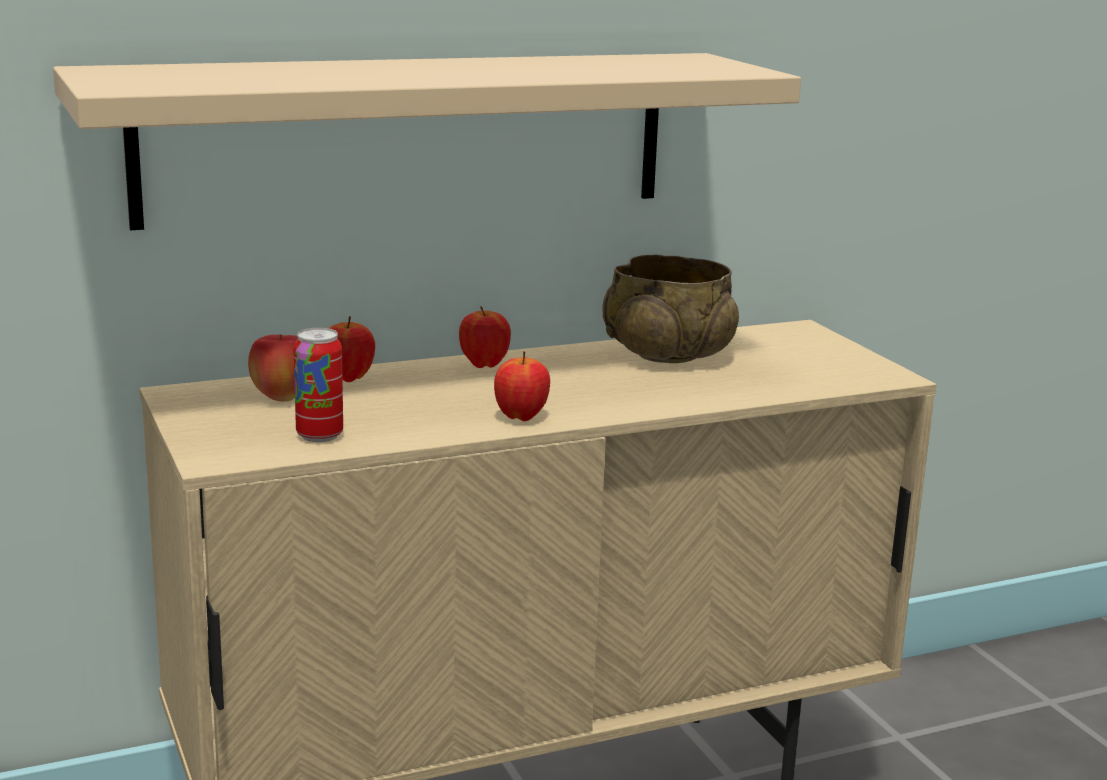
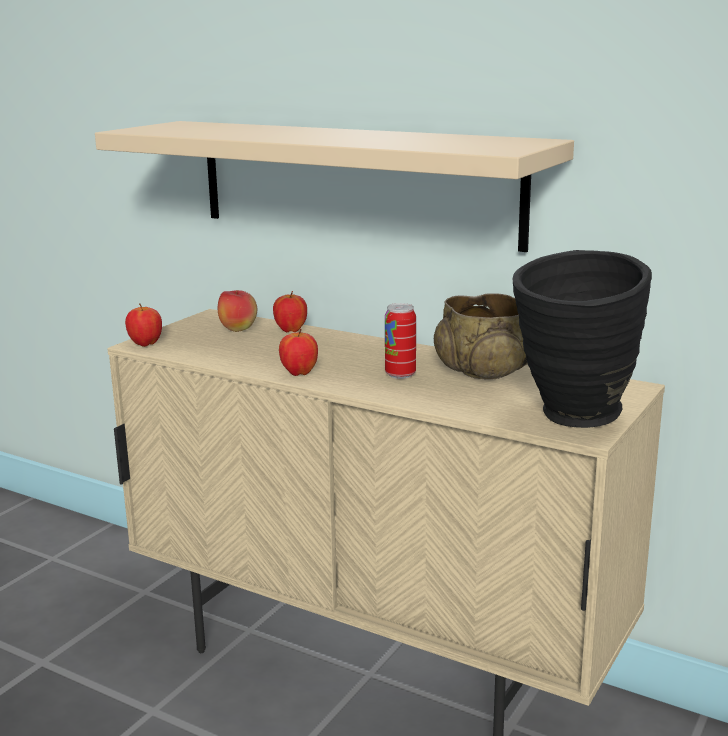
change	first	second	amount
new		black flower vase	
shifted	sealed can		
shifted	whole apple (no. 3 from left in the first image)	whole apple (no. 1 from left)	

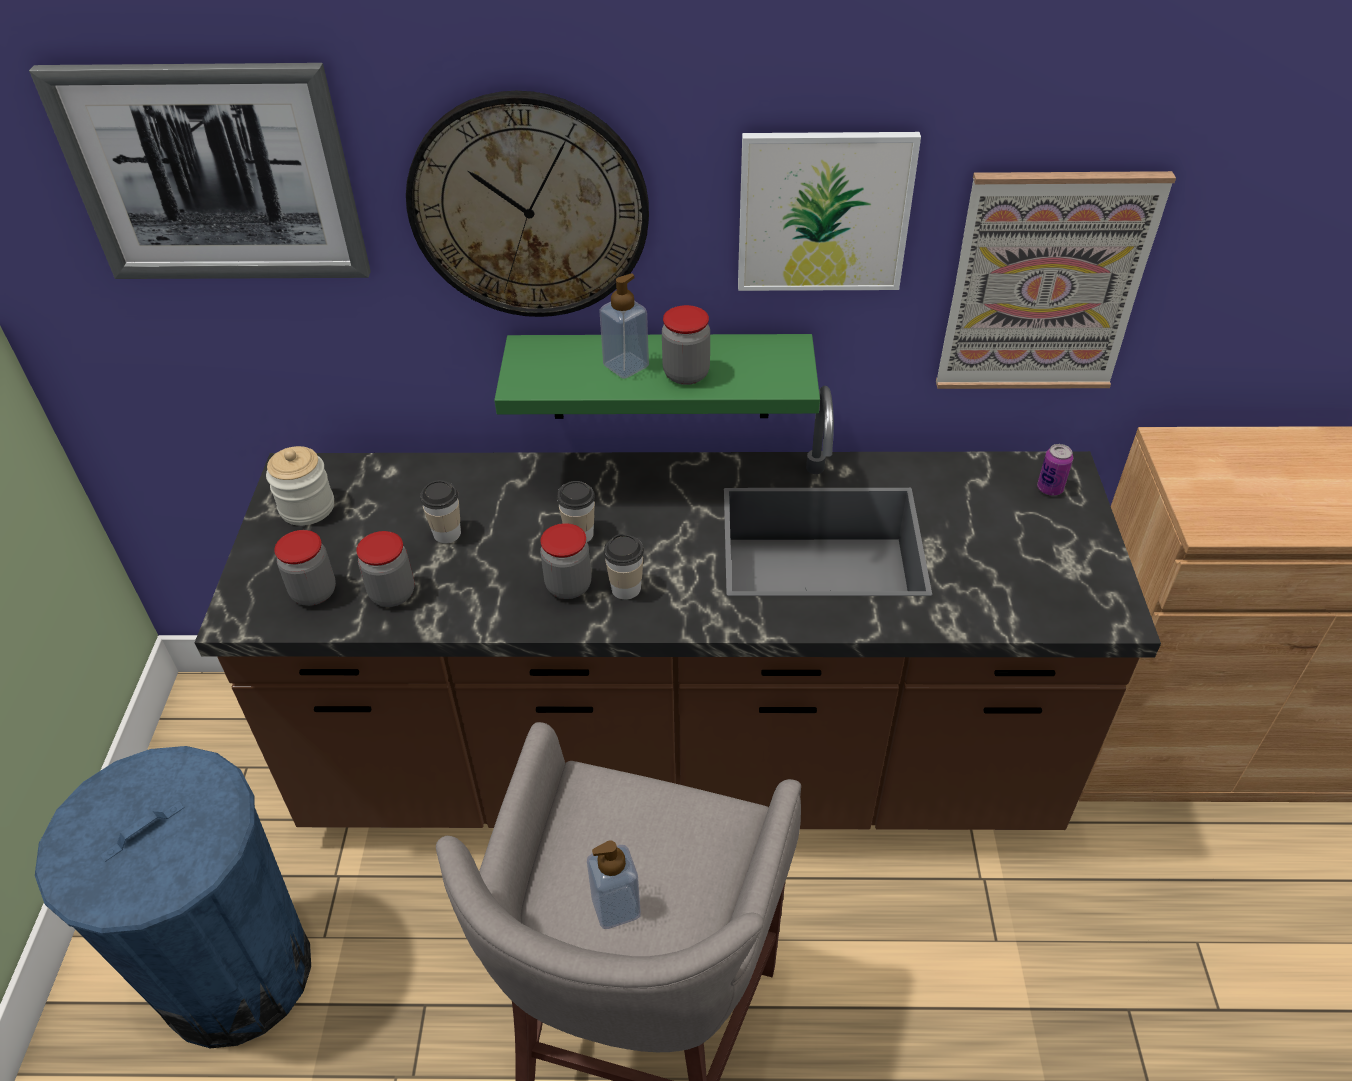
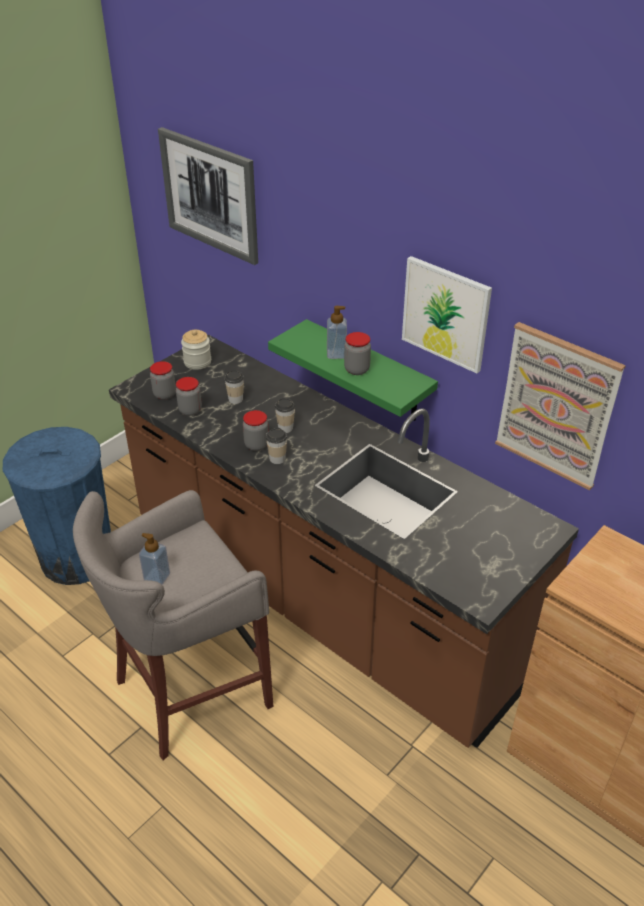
change	first	second	amount
gone	hanging clock		
gone	sealed can		

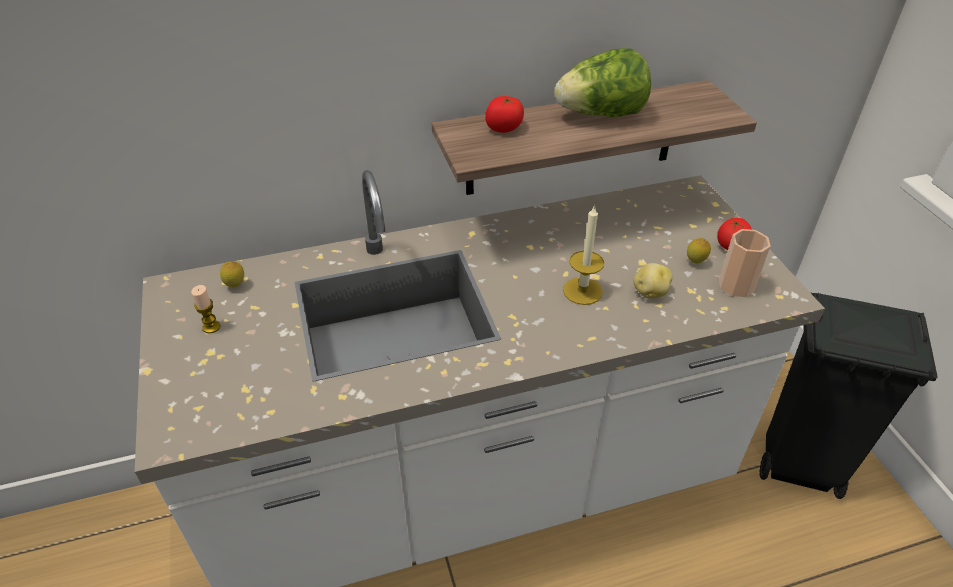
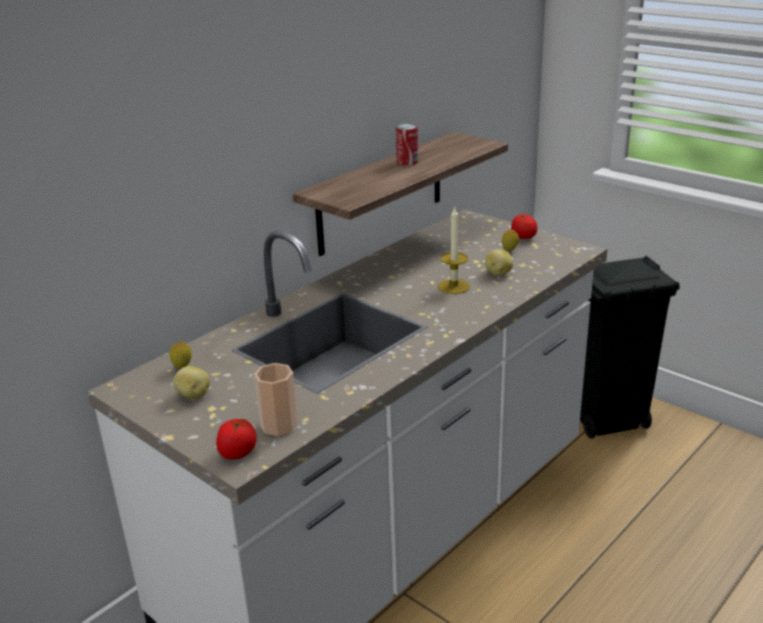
change	first	second	amount
shifted	fresh tomato (no. 1 from left)		
shifted	cup		
swapped	wax candle (no. 1 from left)	potato (no. 1 from left)	
swapped	lettuce	sealed can	

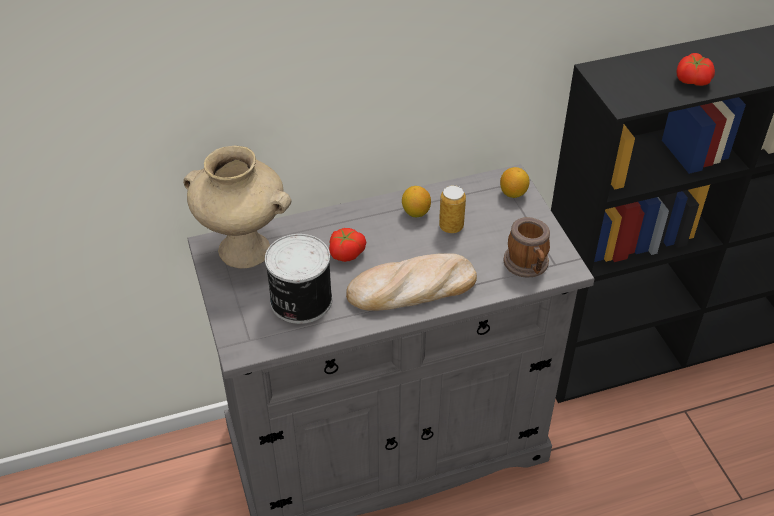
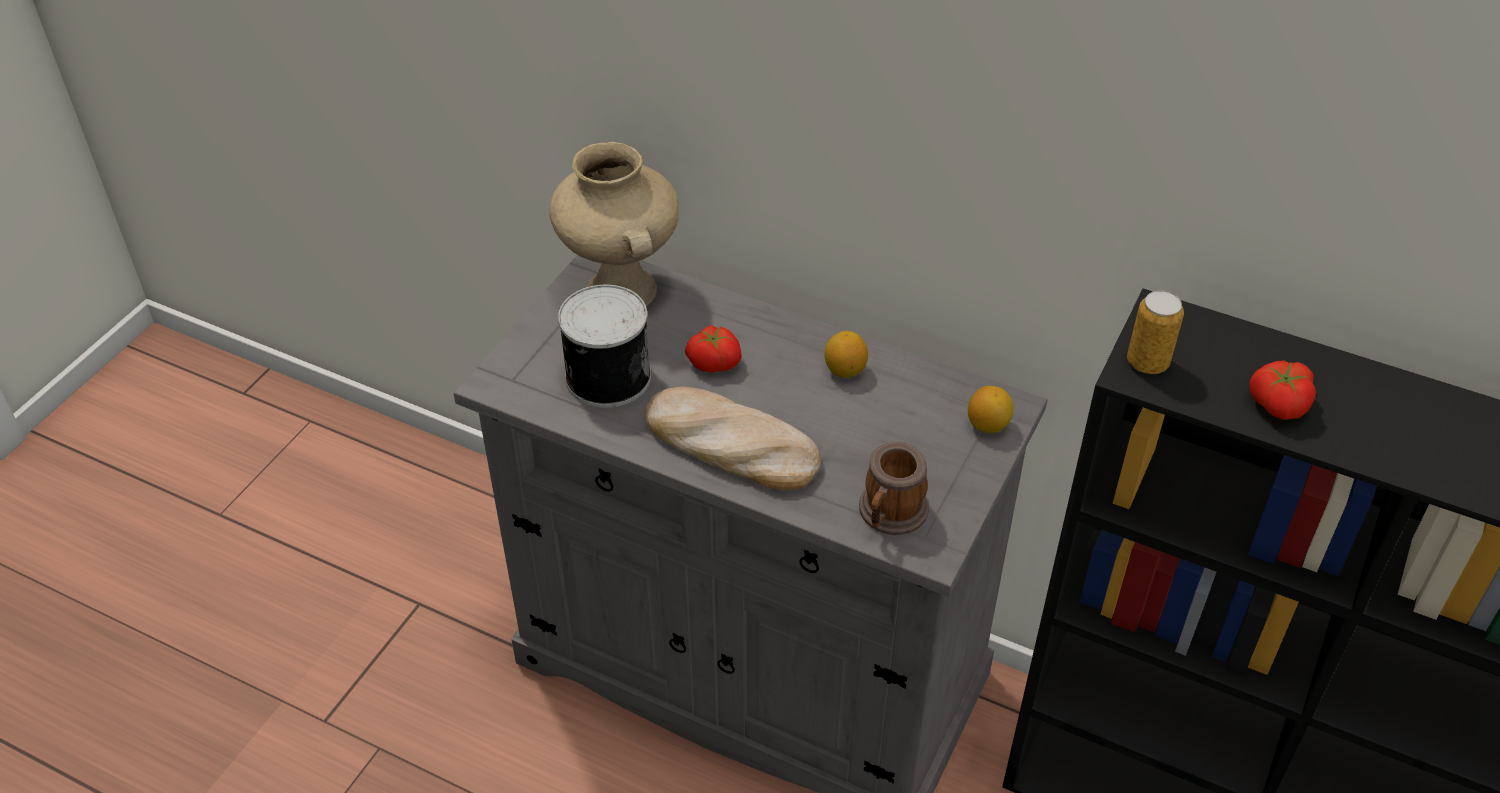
change	first	second	amount
shifted	sealed can (no. 2 from left)		

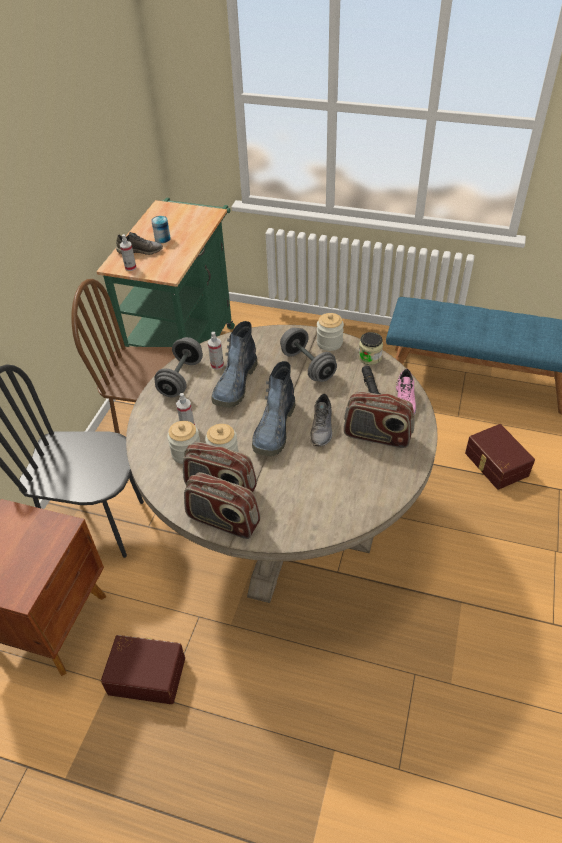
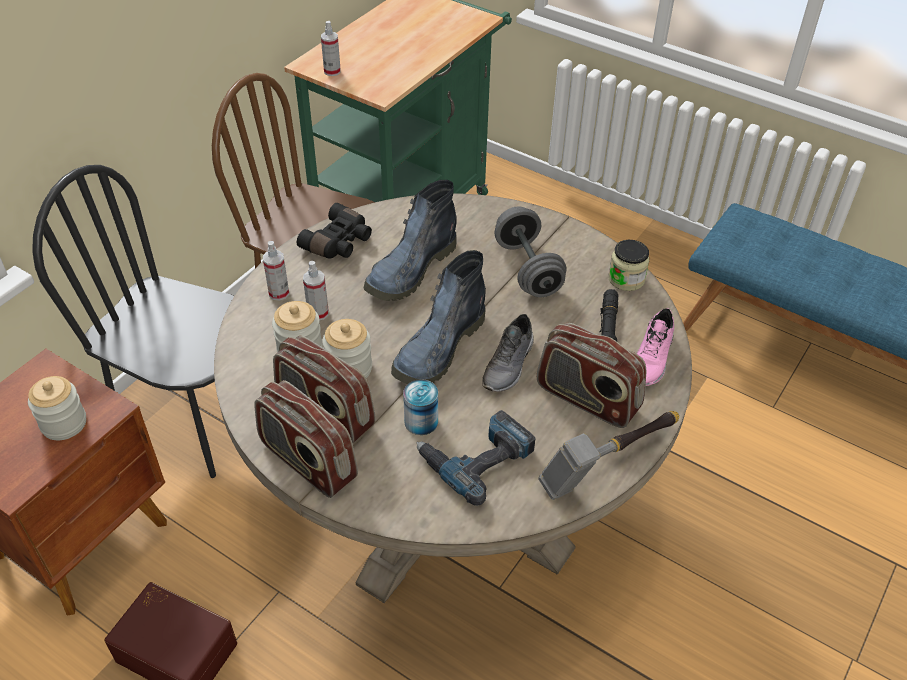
change	first	second	amount
gone	gray low shoe (no. 1 from left)		
gone	brown storage bin (no. 2 from left)		
new		power drill	
new		hand hammer	
shifted	sealed can		
shifted	spray bottle (no. 3 from left in the first image)	spray bottle (no. 1 from left)	
shifted	preserve jar (no. 3 from left in the first image)	preserve jar (no. 1 from left)	
swapped	gray free weight (no. 1 from left)	black field glasses	

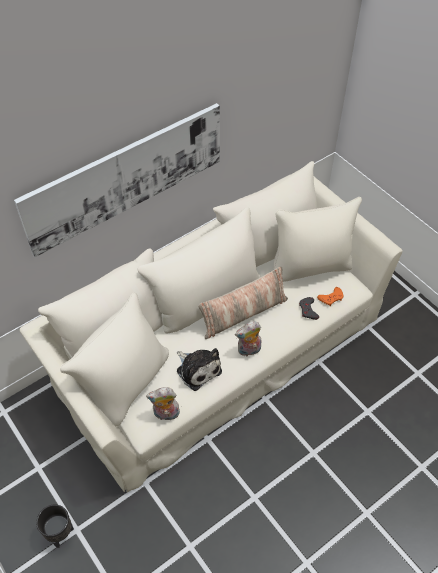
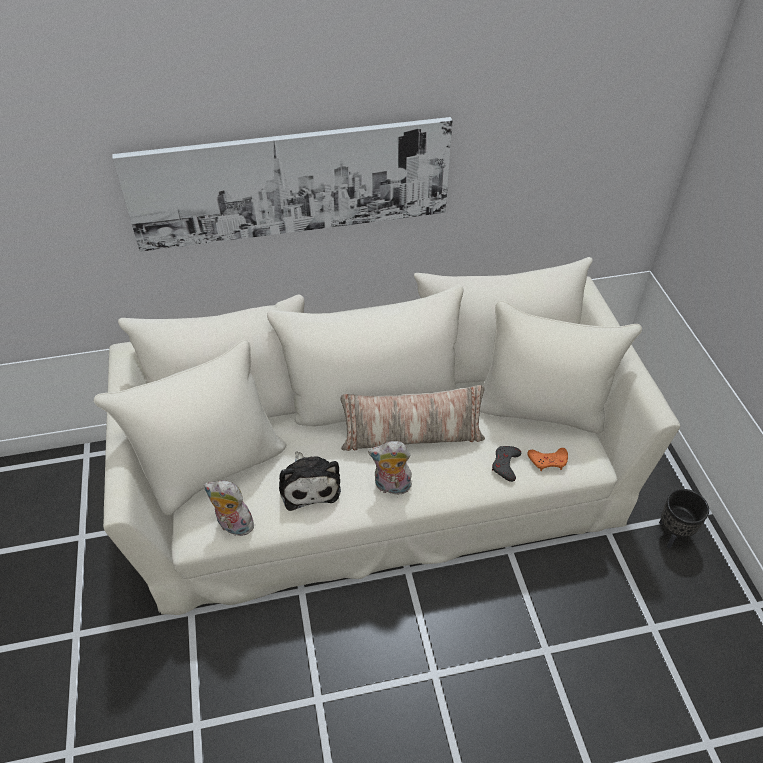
change	first	second	amount
shifted	black flower pot		

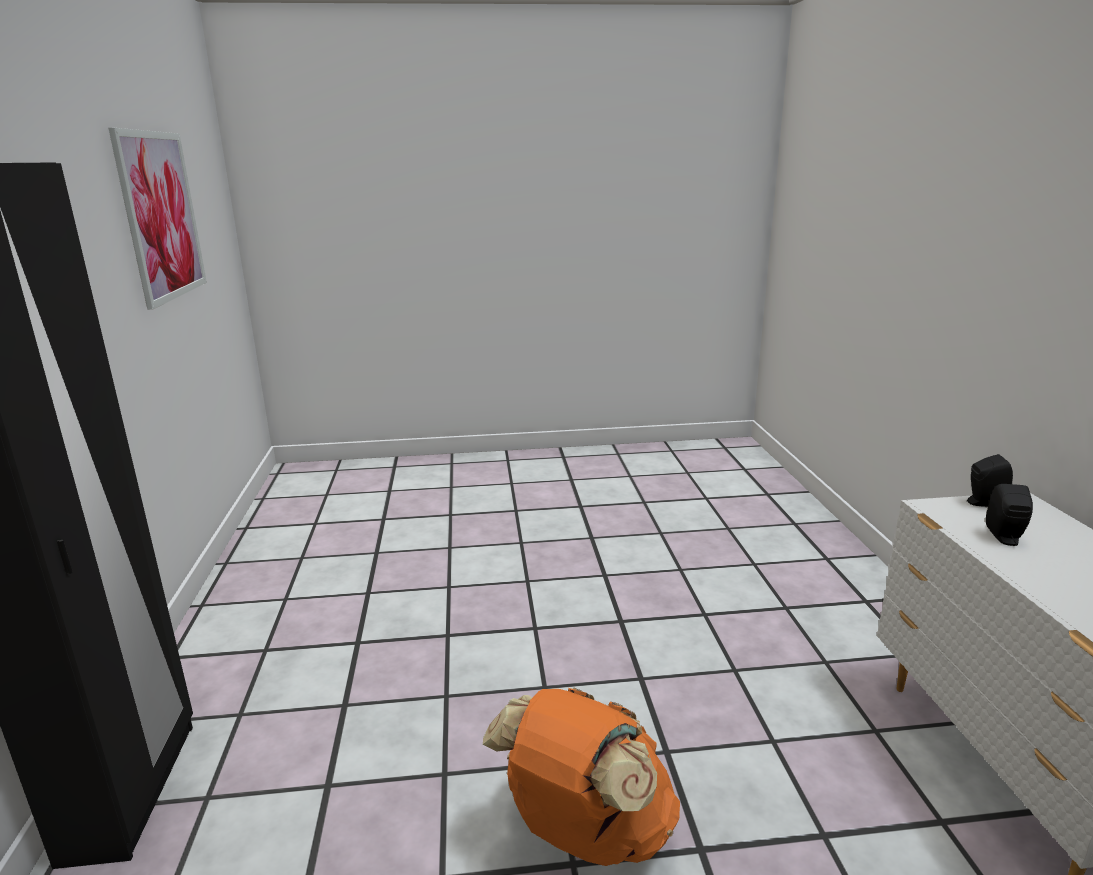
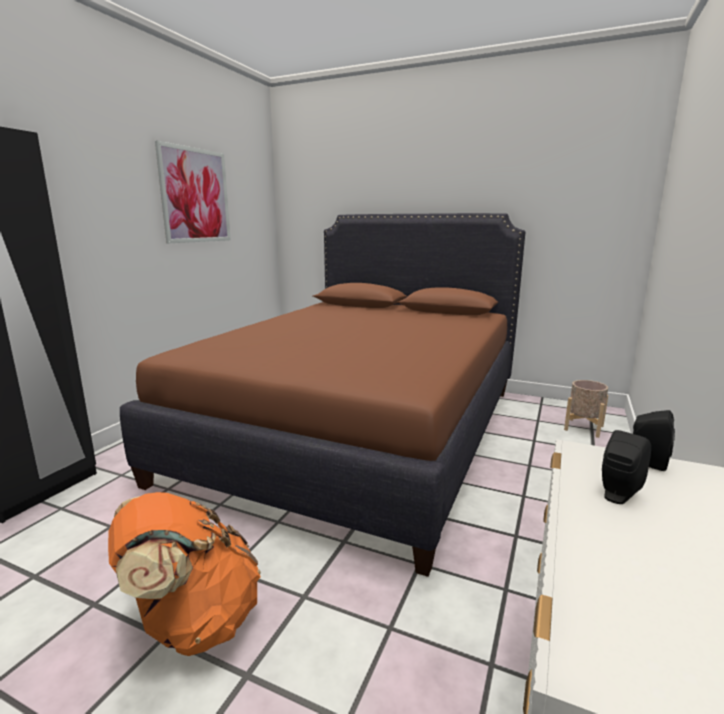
change	first	second	amount
new		brown bed	
new		sand-coloured flower pot	

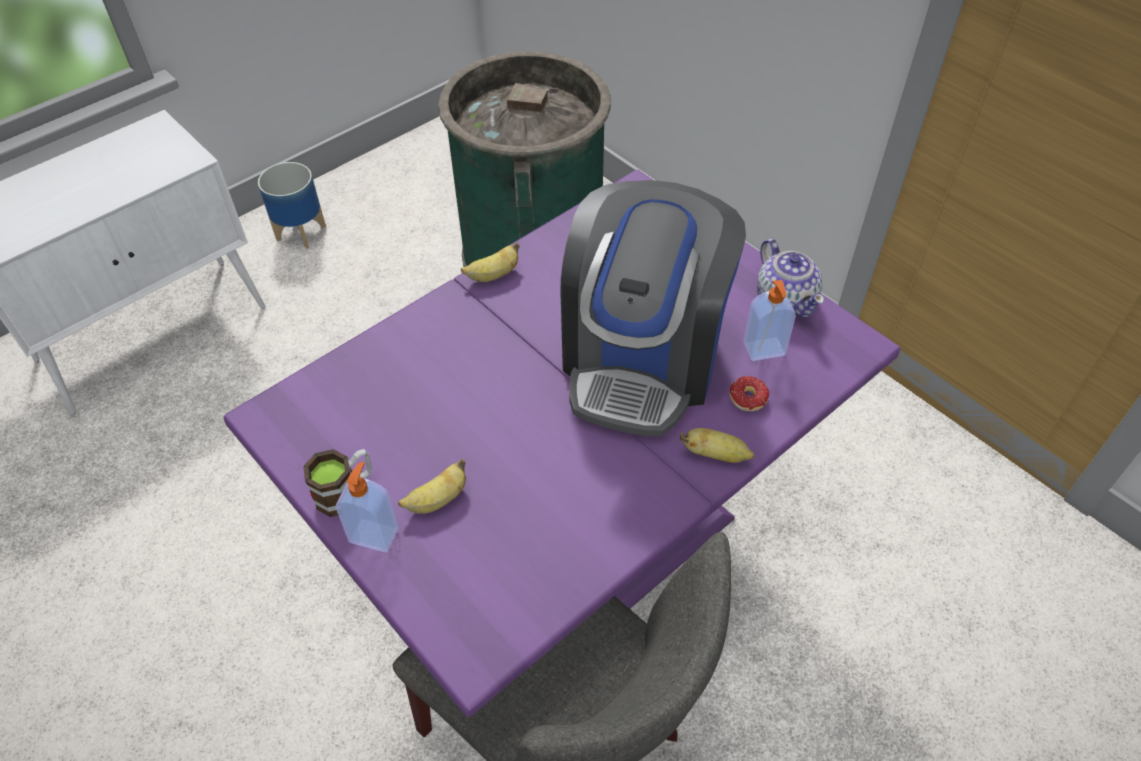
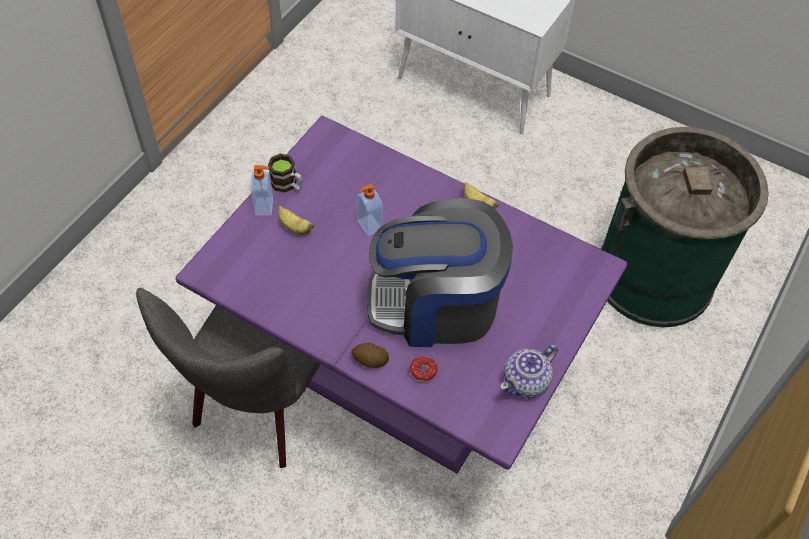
change	first	second	amount
gone	flower pot		
shifted	soap dispenser (no. 2 from left)		
swapped	banana (no. 3 from left)	potato	

